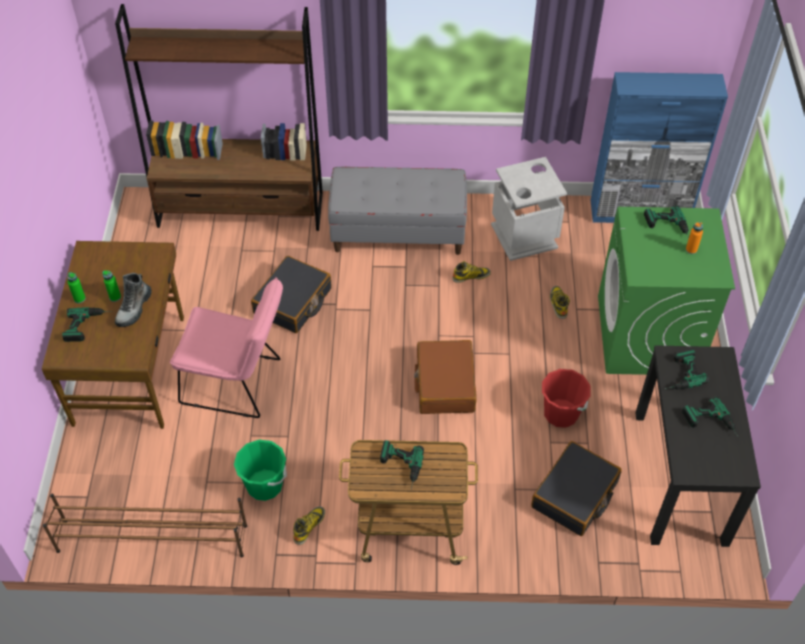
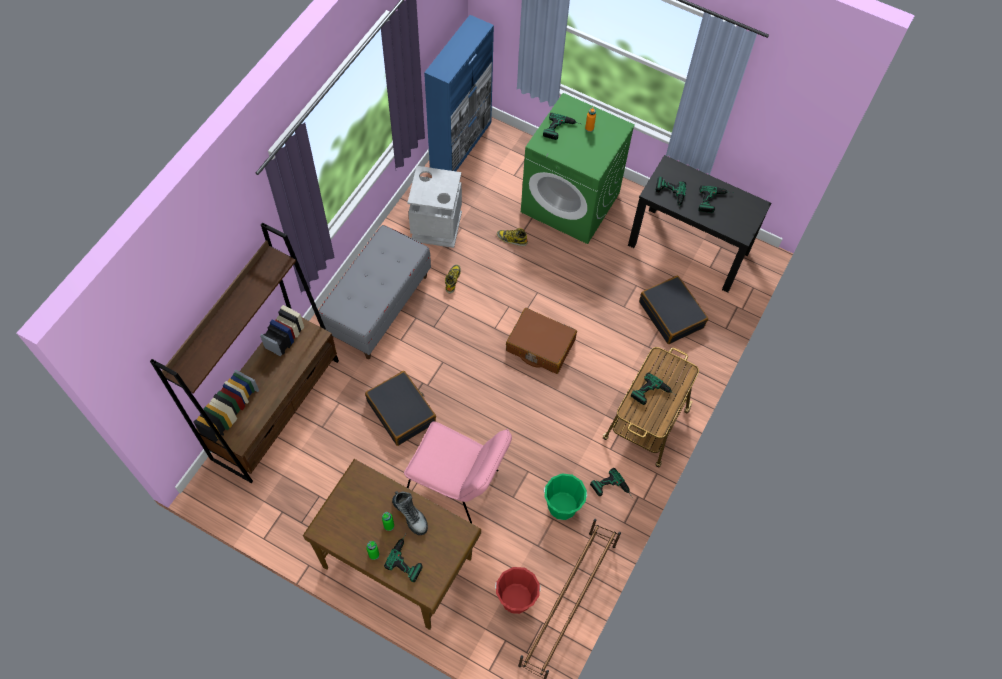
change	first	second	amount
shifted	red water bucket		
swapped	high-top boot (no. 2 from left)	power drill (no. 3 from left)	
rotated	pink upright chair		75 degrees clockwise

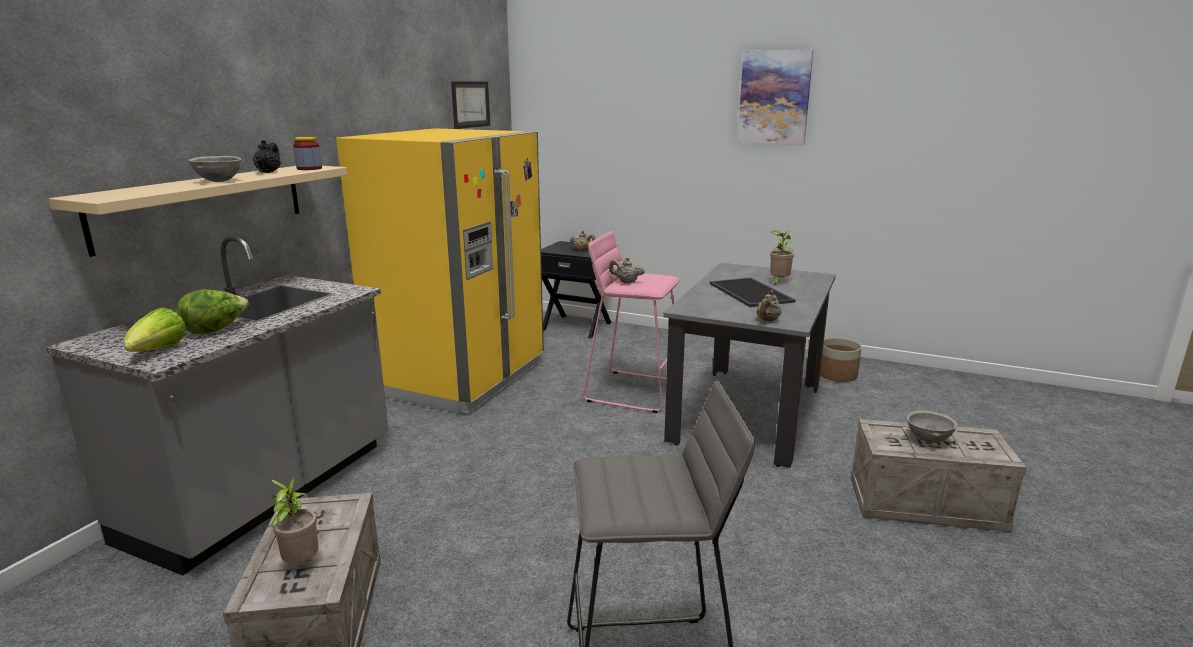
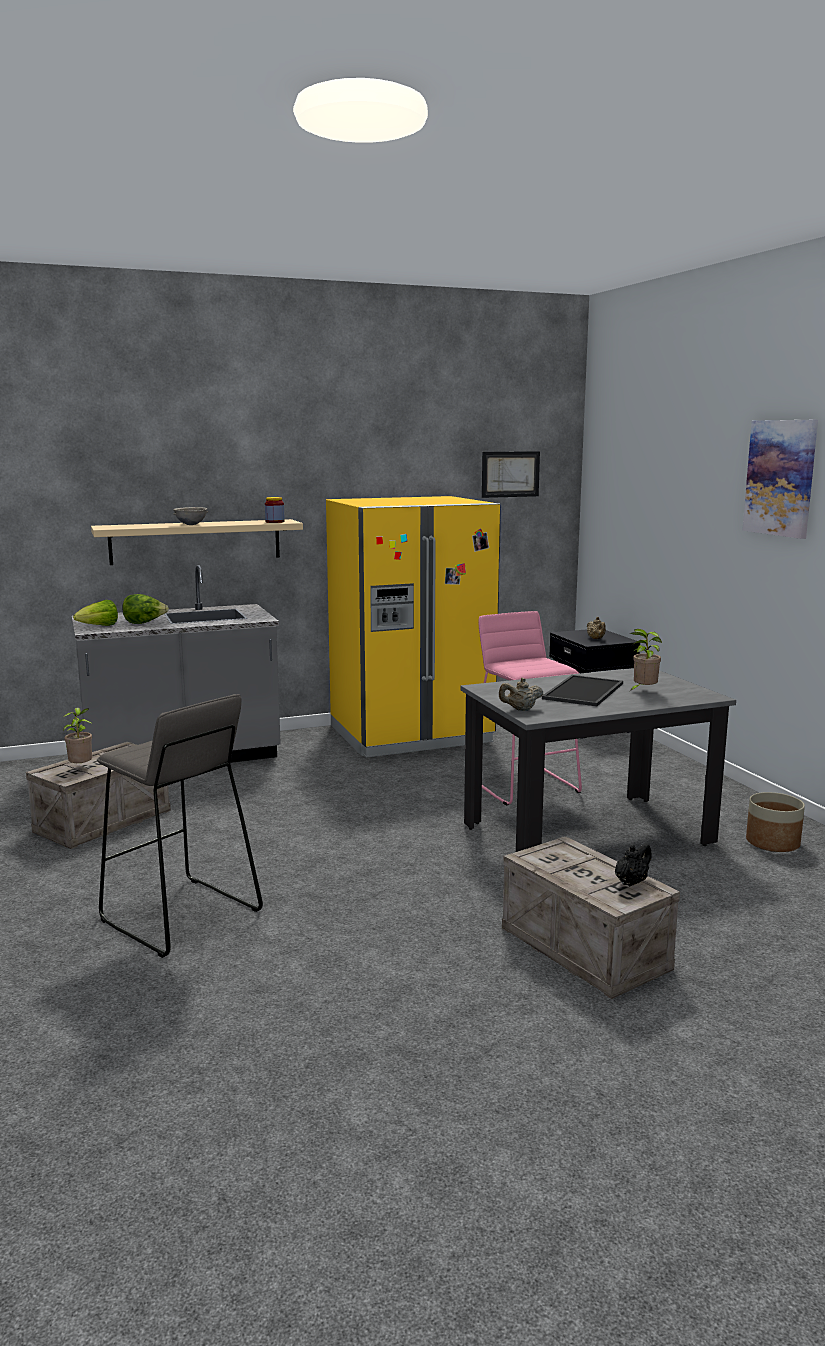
change	first	second	amount
gone	sand-coloured teapot (no. 2 from left)		
gone	gray bowl (no. 2 from left)		
shifted	black teapot		

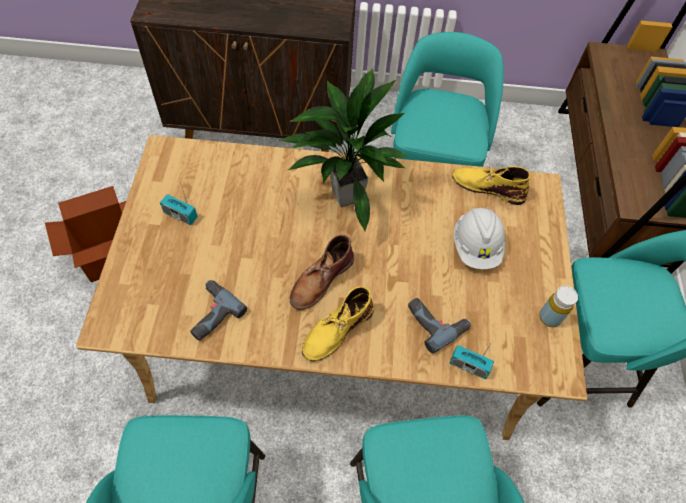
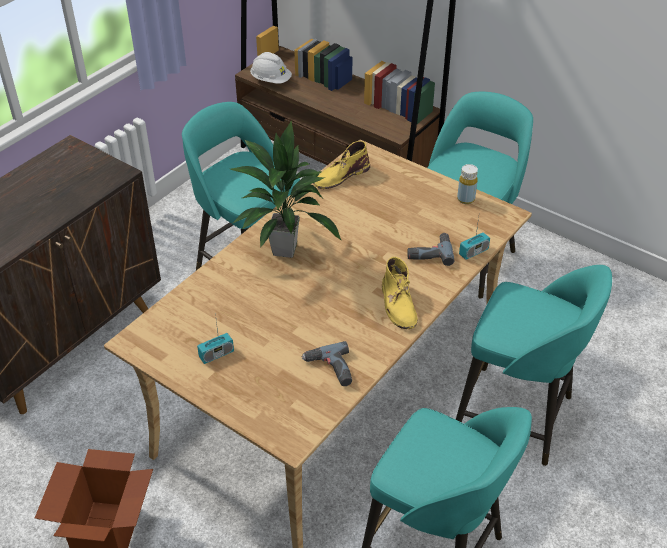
change	first	second	amount
gone	brown high-top boot		
shifted	white-coloured work helmet		

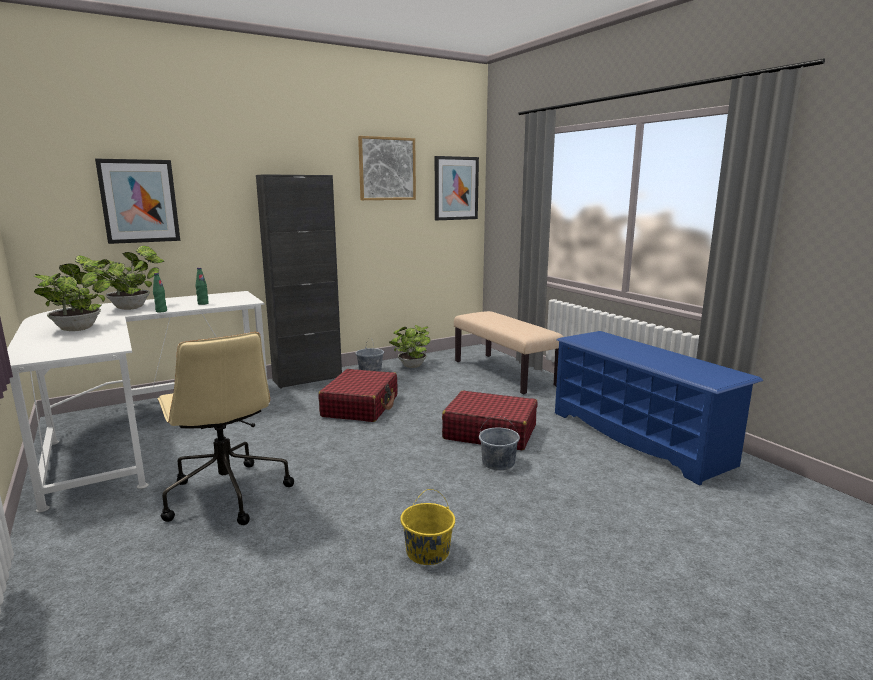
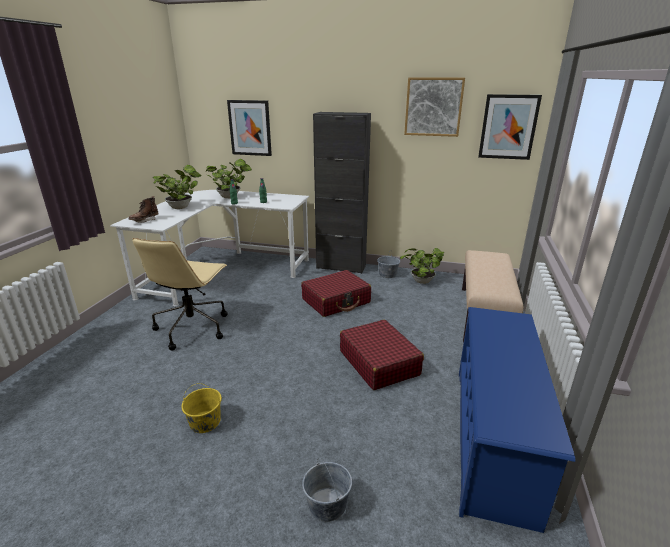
change	first	second	amount
new		brown high-top boot	
shifted	gray water bucket (no. 2 from left in the first image)	gray water bucket (no. 1 from left)	

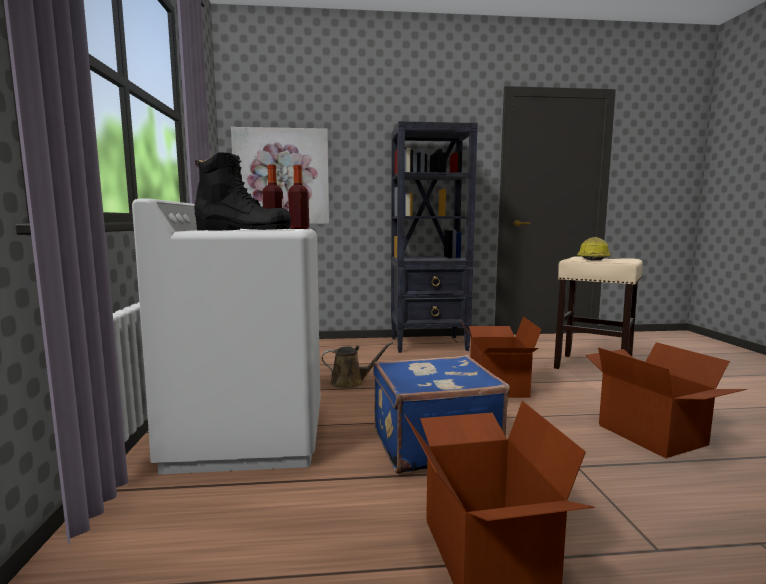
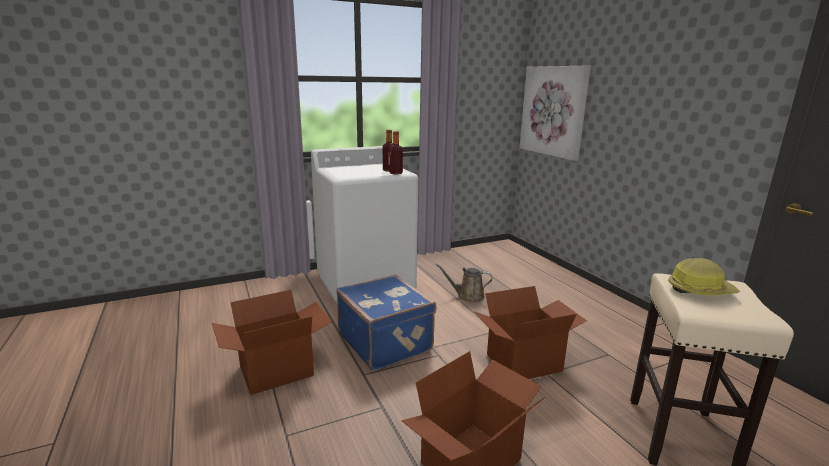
change	first	second	amount
gone	black high-top boot		
gone	black bookshelf		
rotated	brown sprinkling can		120 degrees clockwise

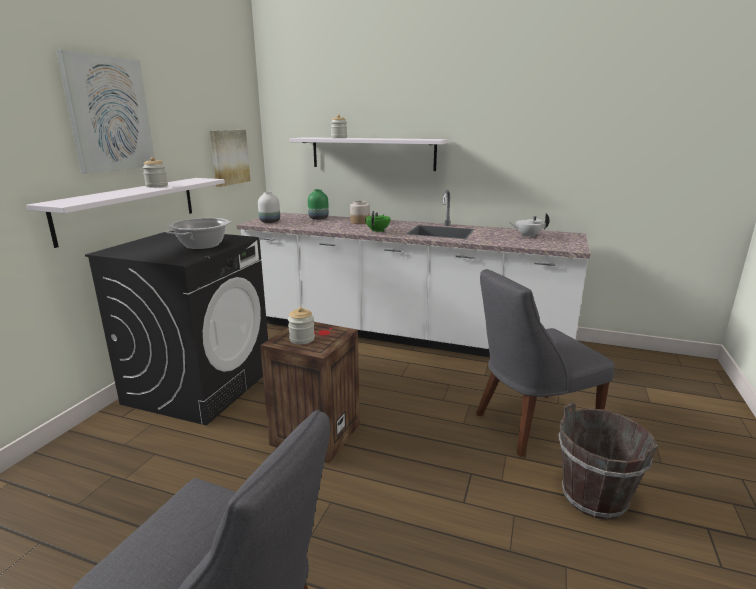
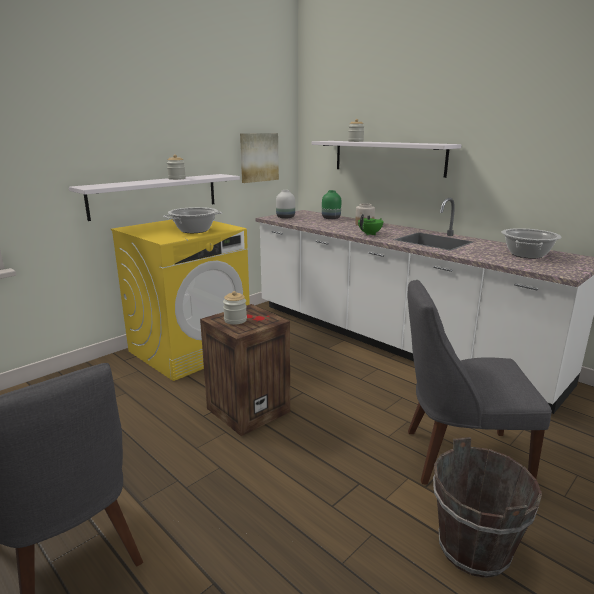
change	first	second	amount
gone	picture (no. 1 from left)		
swapped	white-coloured teapot	saucepot (no. 2 from left)	
repainted	black washing machine	yellow-coloured washing machine	

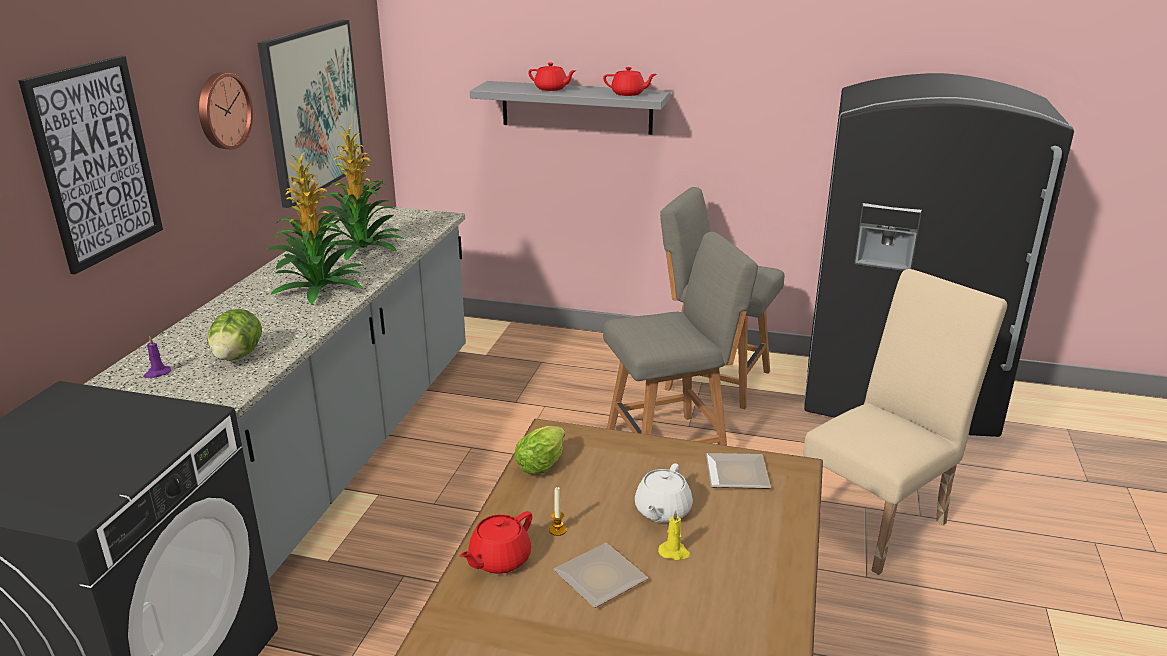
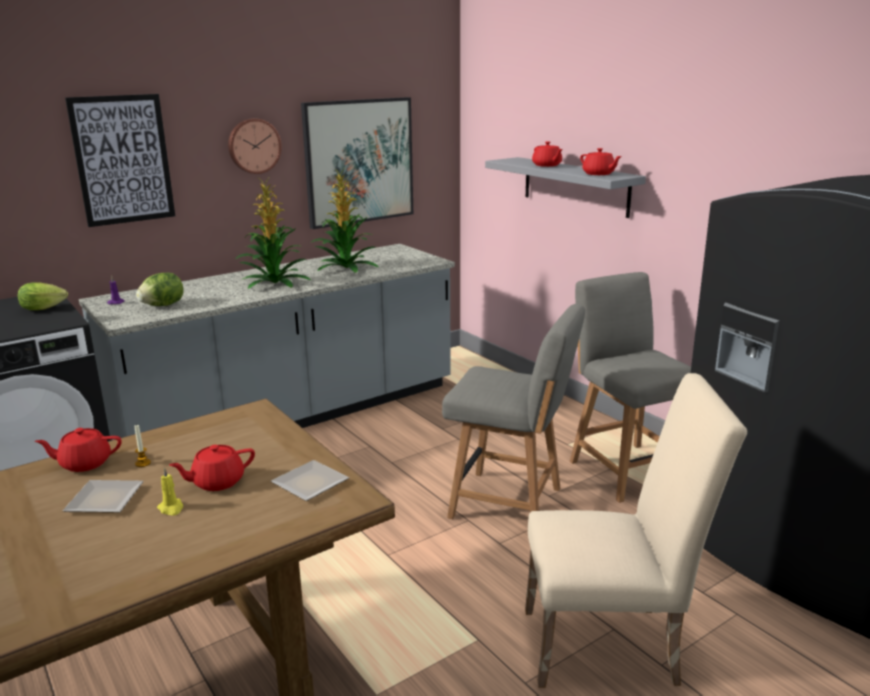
change	first	second	amount
shifted	lettuce (no. 2 from left in the first image)	lettuce (no. 1 from left)	
repainted	white-coloured teapot	red teapot (no. 2 from left)	

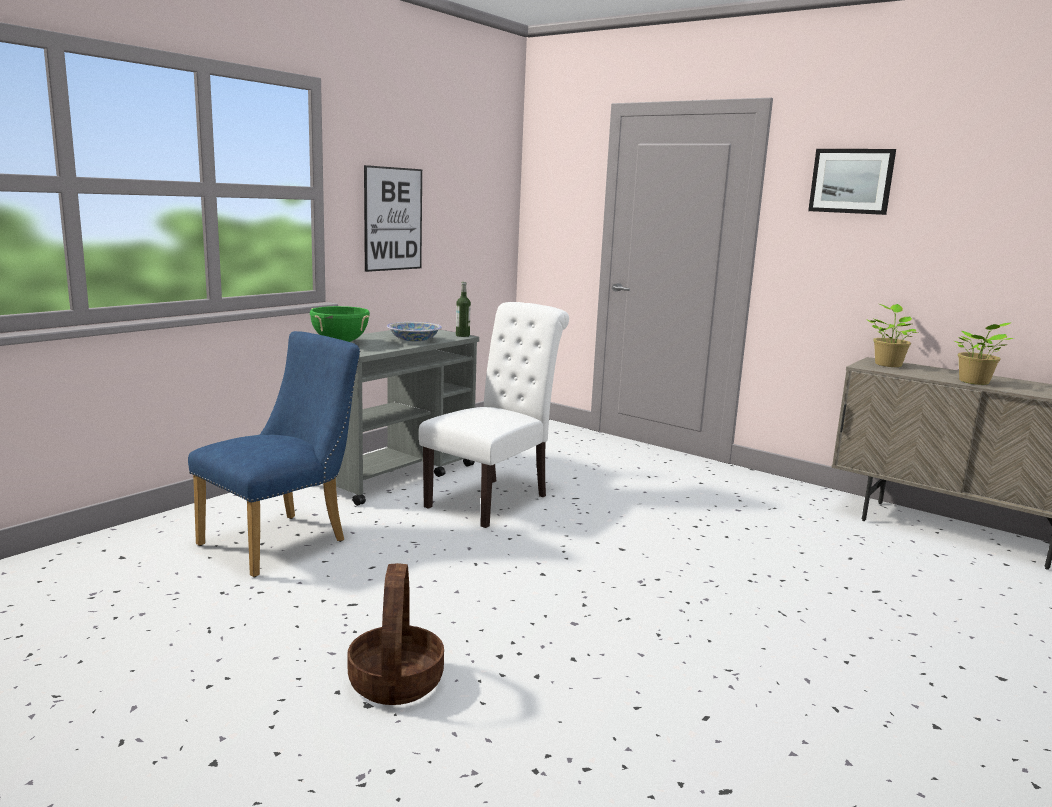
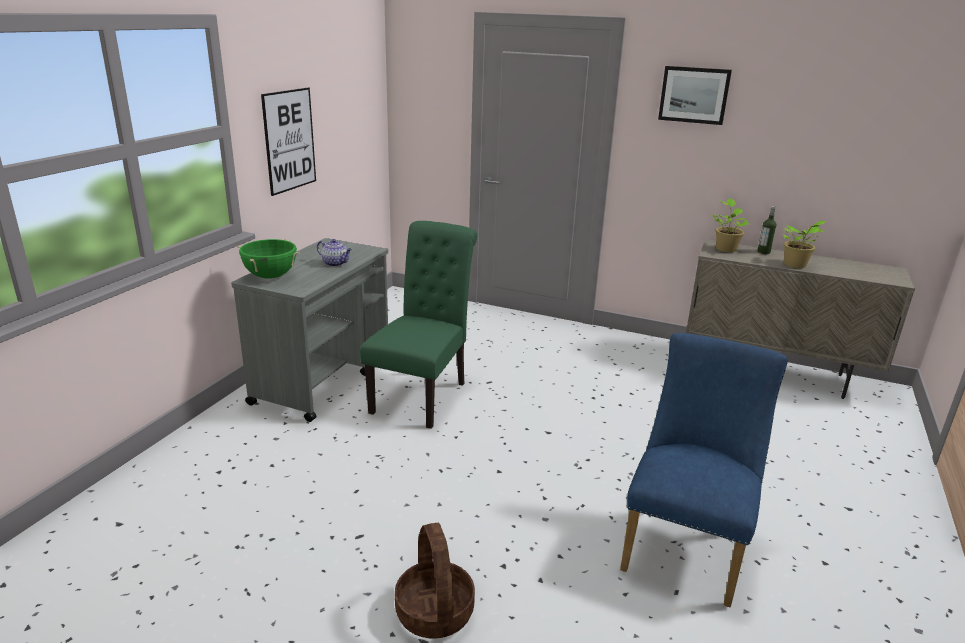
change	first	second	amount
shifted	blue-coloured upright chair		
shifted	beverage bottle		
swapped	bowl	teapot	
repainted	white-coloured upright chair	green upright chair	

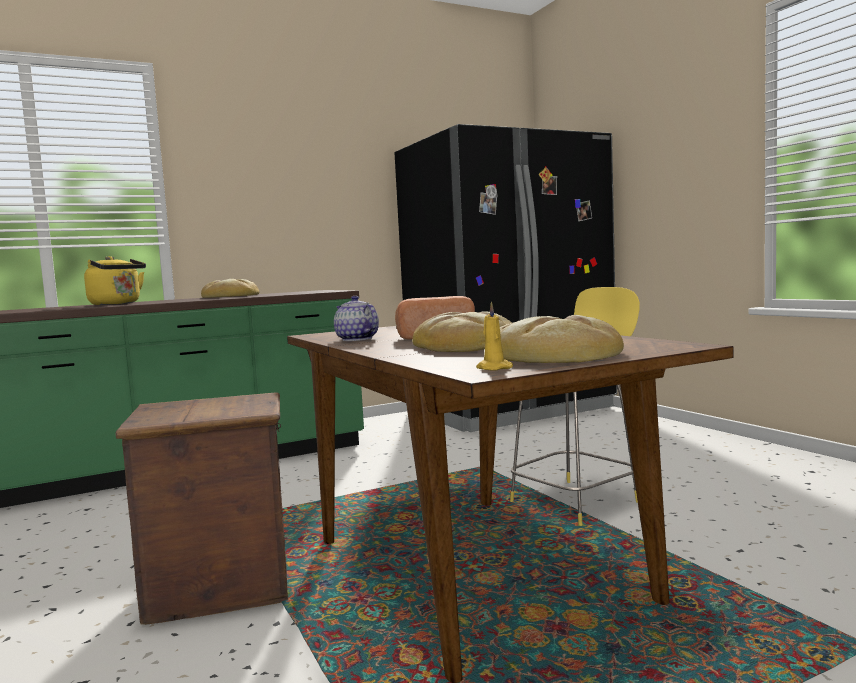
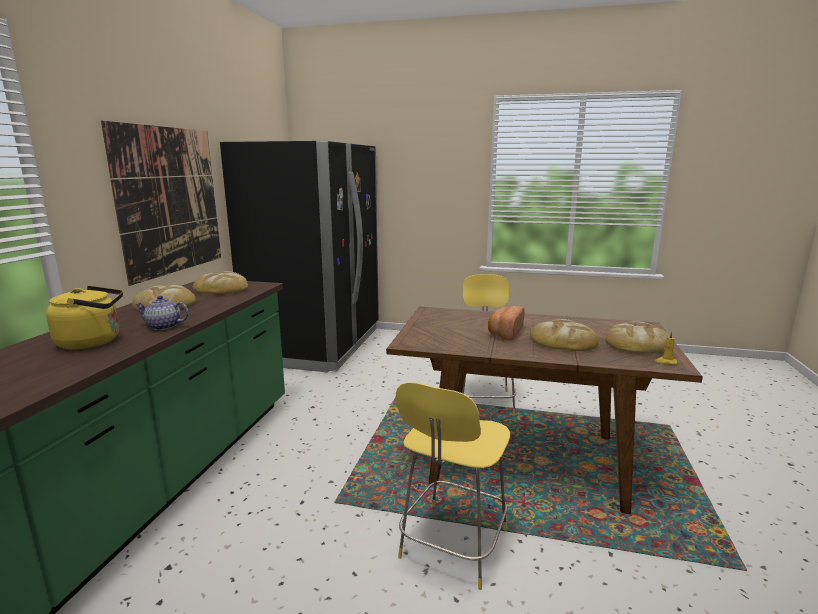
change	first	second	amount
new		picture	
new		baked bread (no. 2 from left)	
shifted	teapot		
swapped	packing crate	yellow-coloured stool seat (no. 1 from left)	

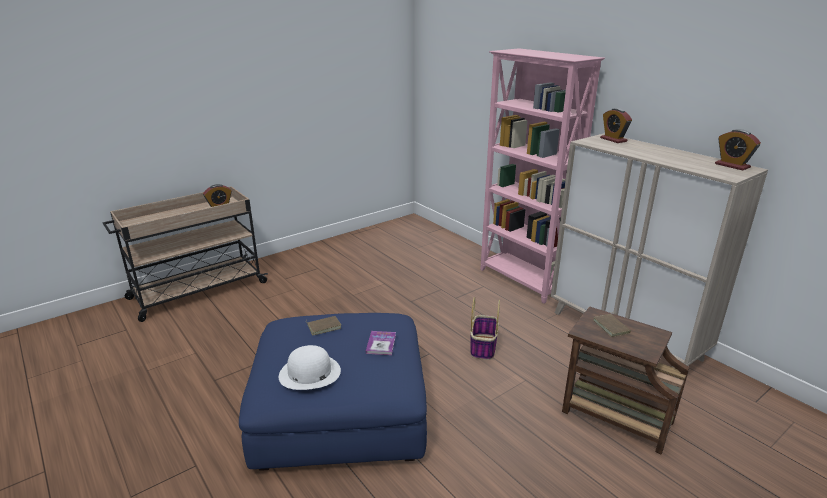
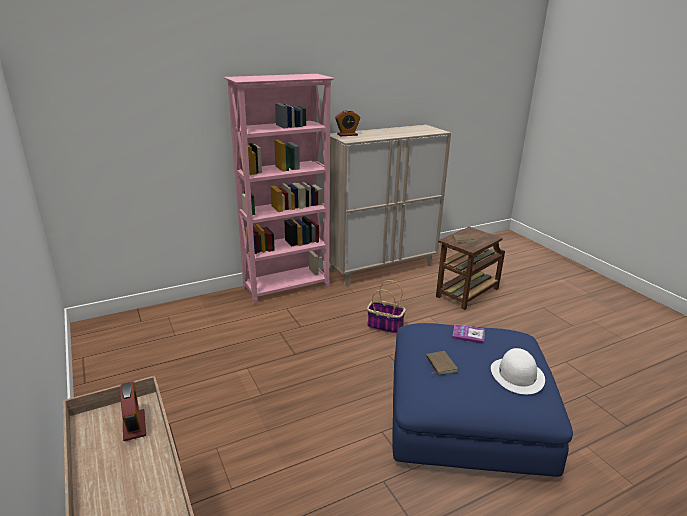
change	first	second	amount
gone	table clock (no. 3 from left)		

